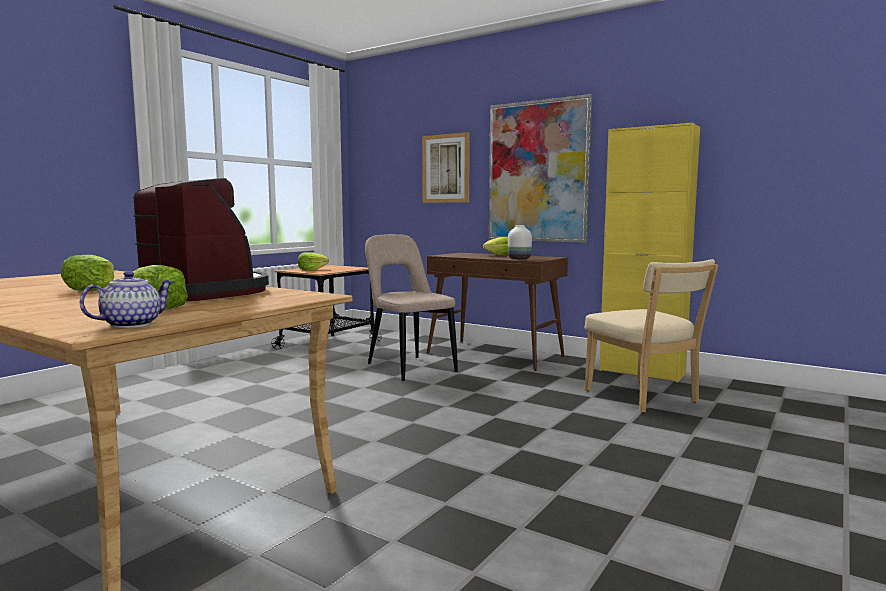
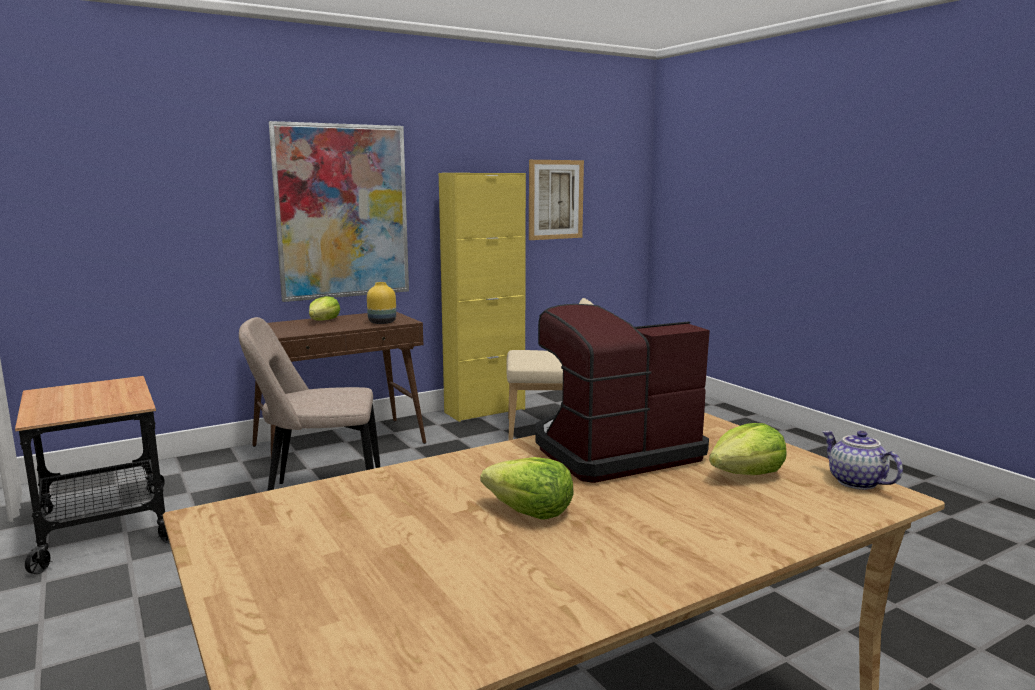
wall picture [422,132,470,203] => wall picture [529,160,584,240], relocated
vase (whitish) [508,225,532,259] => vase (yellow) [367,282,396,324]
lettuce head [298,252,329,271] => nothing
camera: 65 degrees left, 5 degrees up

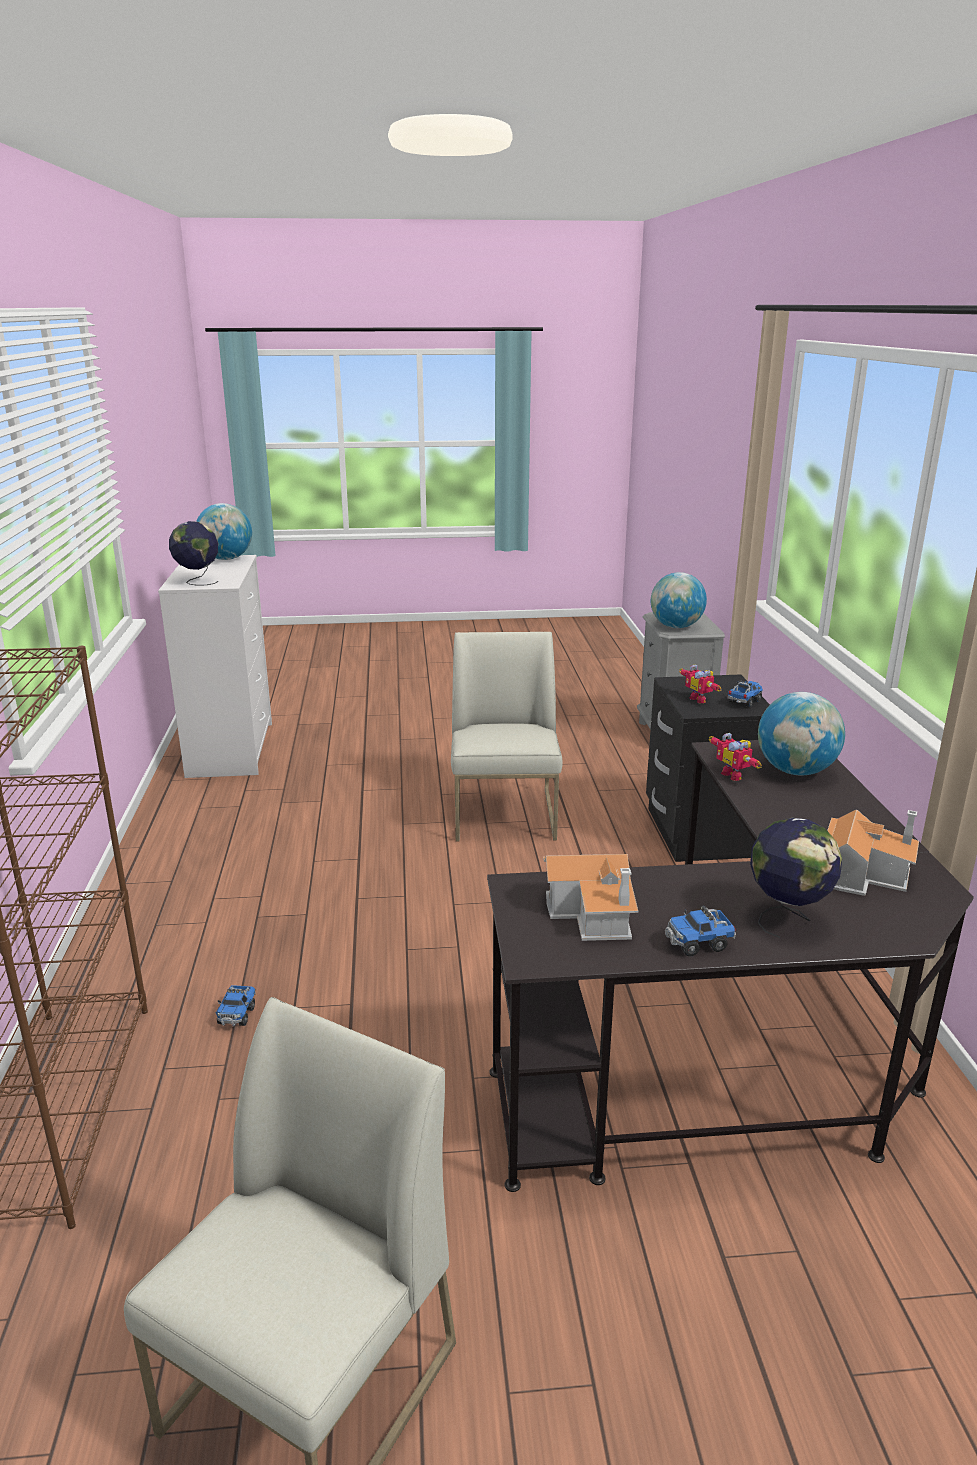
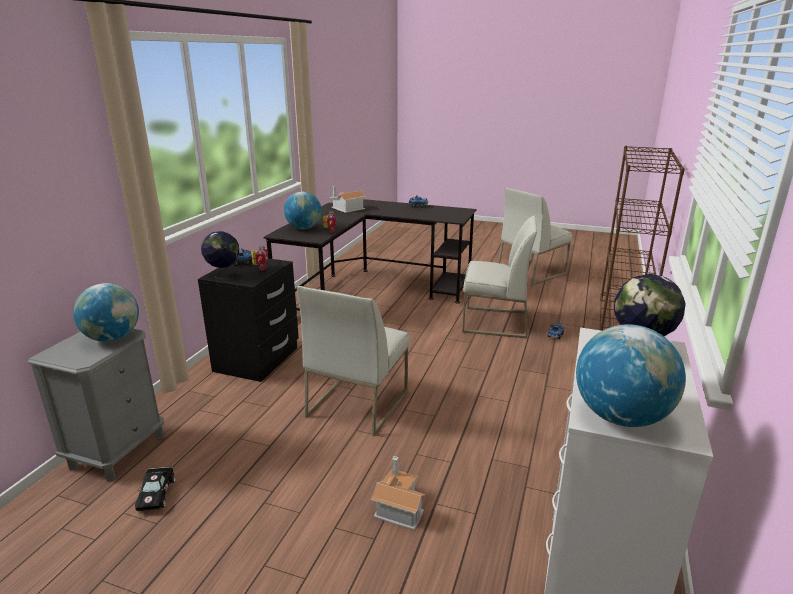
world globe [750,817,842,938] => world globe [201,231,240,279], relocated
toy house [543,854,638,941] => toy house [371,456,425,530], relocated
nothing => plain chair (whitish) [462,216,537,338]
nothing => miniature car (blackish) [135,467,176,511]
camera: 155 degrees left, 0 degrees up

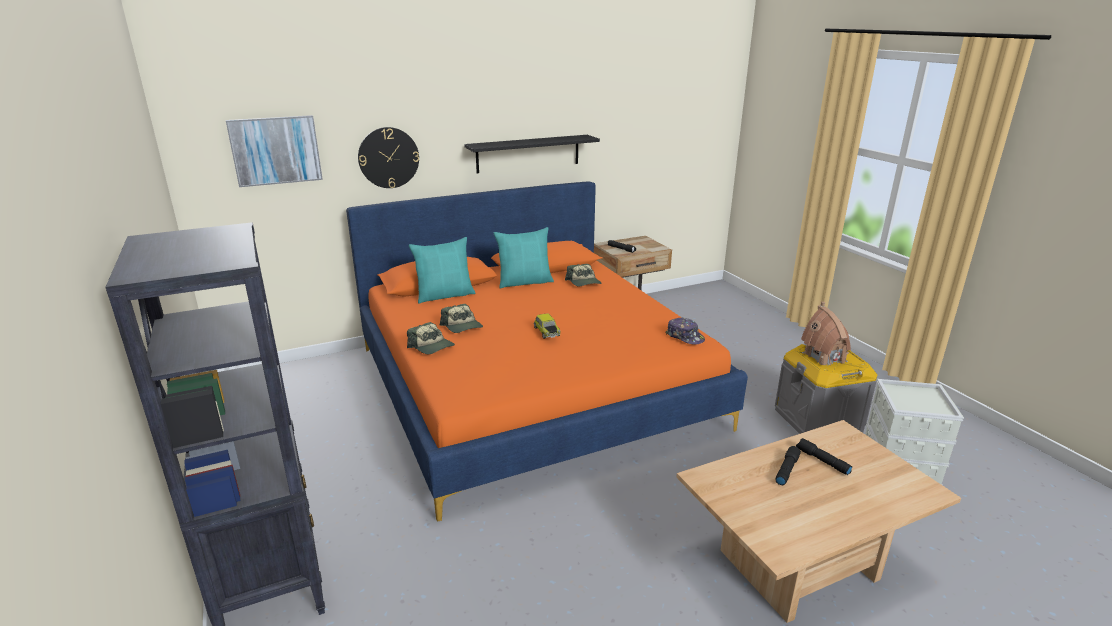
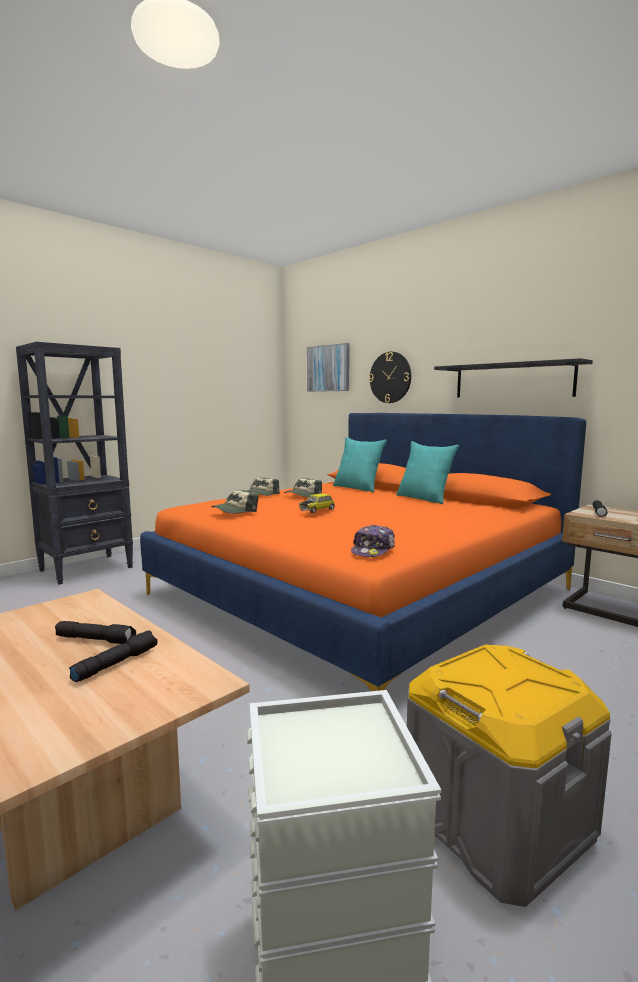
baseball cap [565,264,602,286] => baseball cap [211,490,259,513], relocated
toy house [801,301,851,366] => nothing
camera: 70 degrees right, 15 degrees down

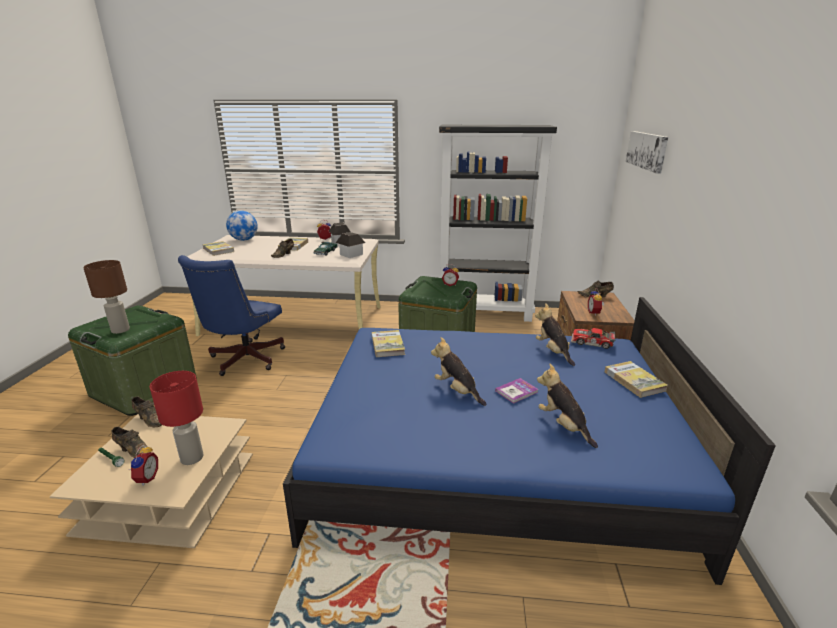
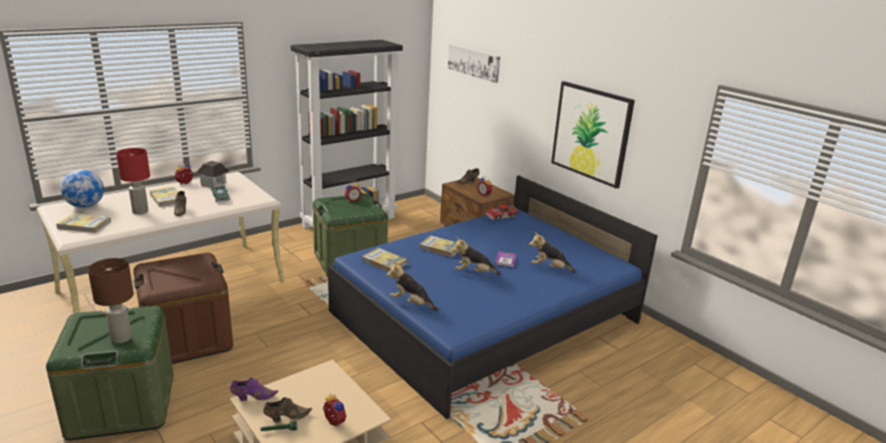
toy house [336,232,365,258] => nothing
office chair (blue) [178,255,285,376] => storage bin (brown-coloured) [133,253,233,364]
plush toy [535,303,575,366] => plush toy [387,261,439,311], relocated
bound book [605,361,668,398] => bound book [420,235,457,257], relocated
lamp for a table (reddish) [150,371,204,465] => lamp for a table (reddish) [116,148,150,214], relocated
low shoe (brown-coloured) [131,396,162,427] => low shoe (purplish) [230,378,278,401]
nothing => wall picture [551,81,635,189]
camera: 45 degrees left, 0 degrees up

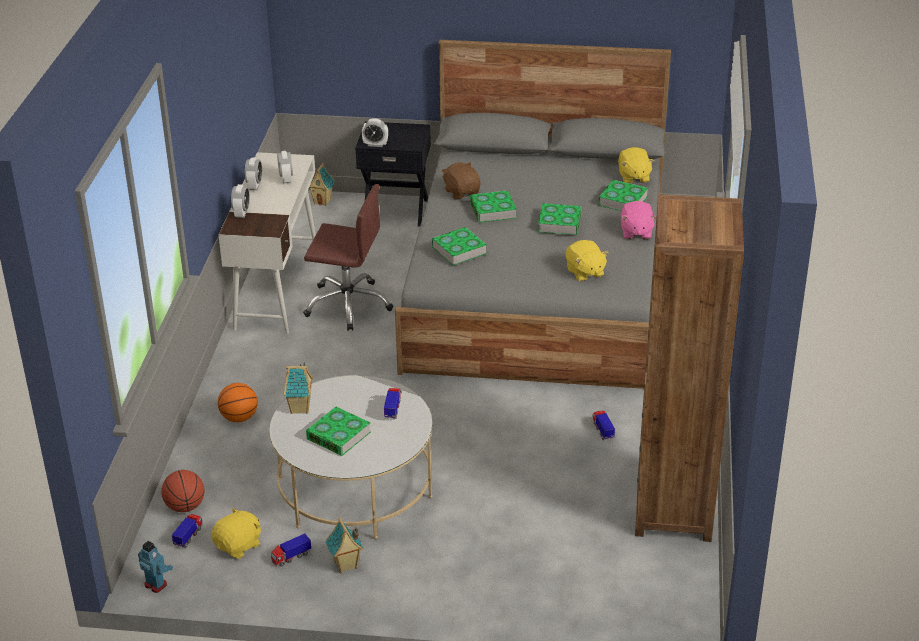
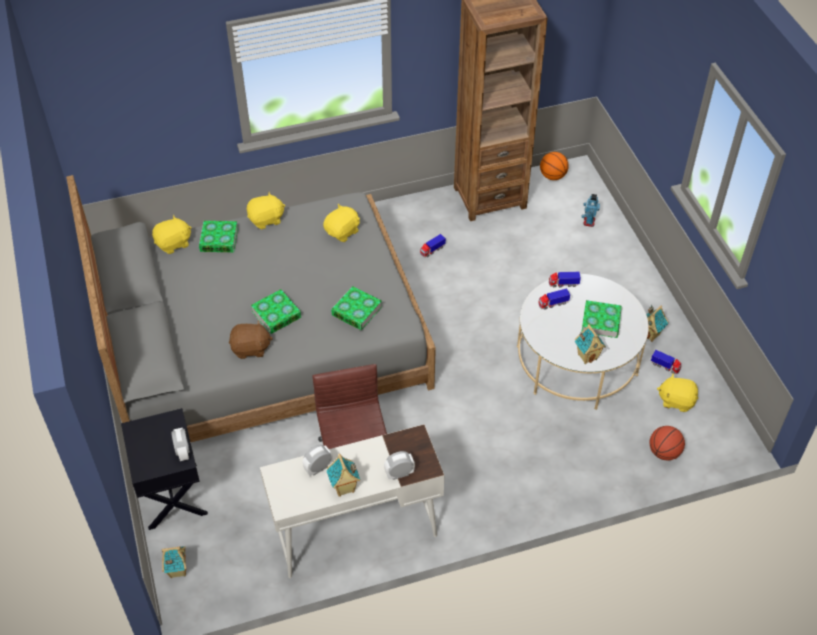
alarm clock [245,158,262,190] => toy house [326,453,360,497]
plush toy (brown-coloured) [441,162,481,200] => plush toy (brown-coloured) [229,320,273,359], 135 degrees counterclockwise
plush toy (pink-coloured) [621,201,657,239] => plush toy (yellow) [247,192,285,229]
bound book [538,203,581,235] => nothing
basketball ball [218,383,258,422] => basketball ball [540,152,569,180], relocated
toy lorry [172,514,203,548] => toy lorry [549,272,581,288], relocated
model robot [138,541,173,593] => model robot [581,194,600,227], relocated
camera: 115 degrees left, 15 degrees up

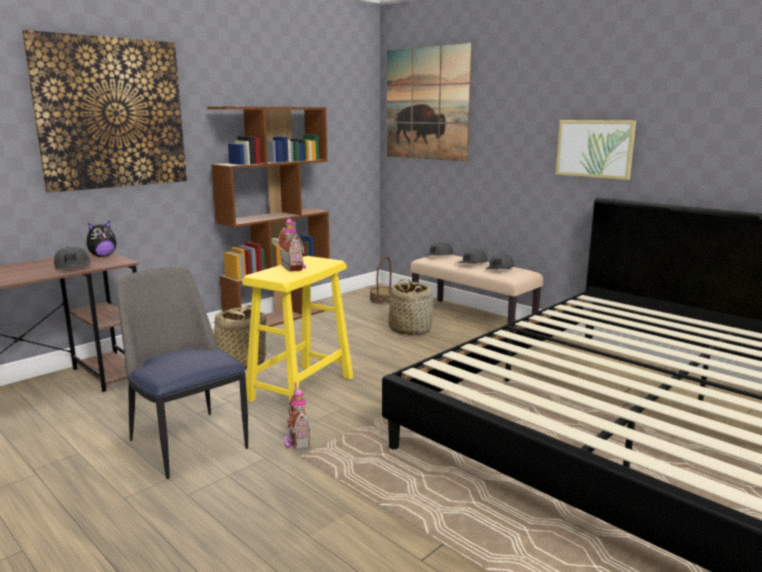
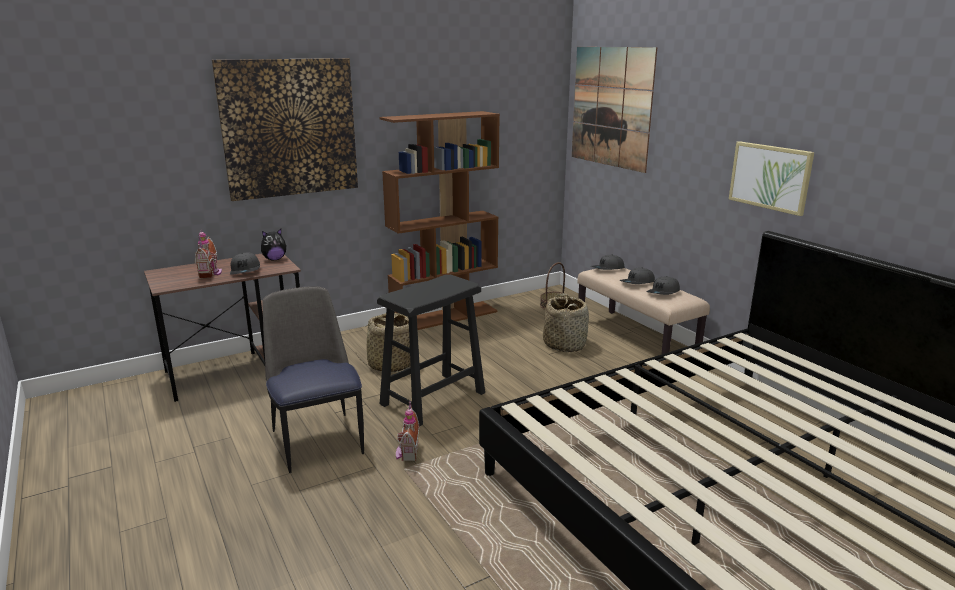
toy house [278,217,306,272] => toy house [195,229,222,278], relocated
sitting stool (yellow) [242,256,353,402] => sitting stool (blackish) [377,275,485,426]
camera: 15 degrees right, 5 degrees up

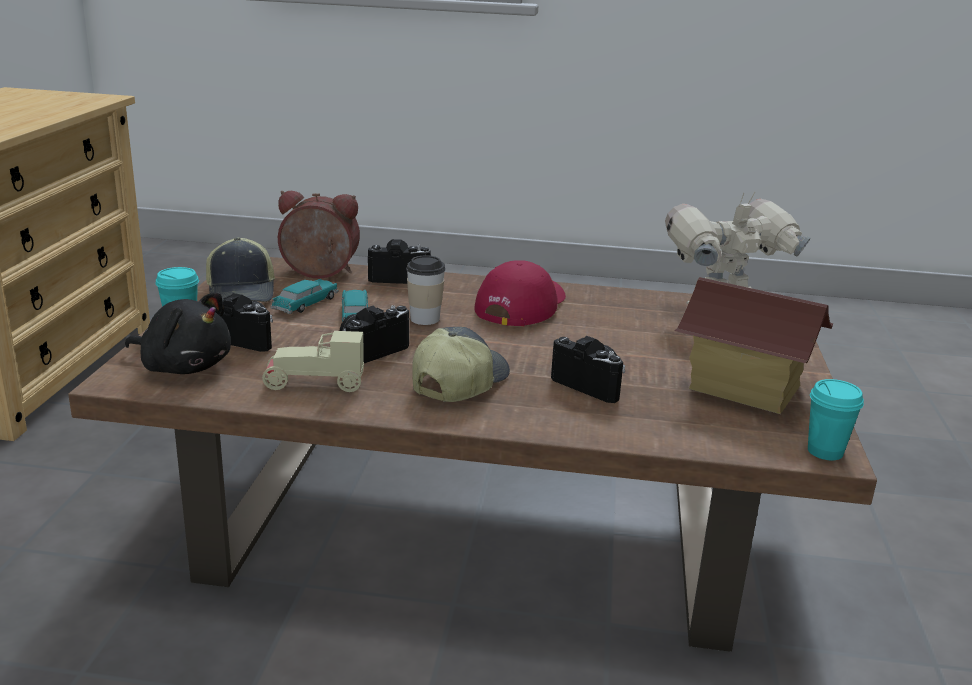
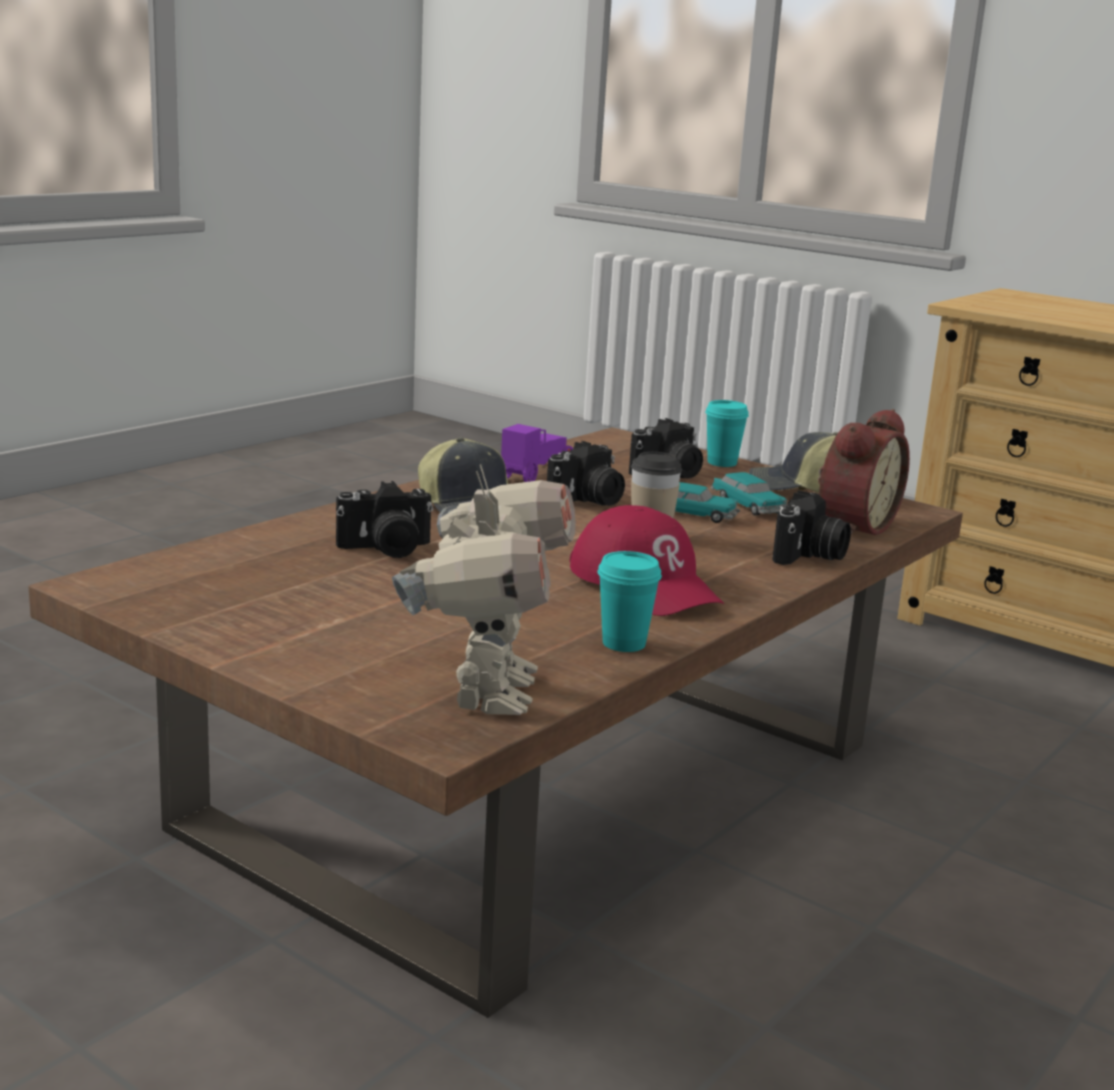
toy house [674,277,833,414] => nothing
plush toy (blackish) [125,292,231,374] => nothing
photo camera [340,305,409,363] => photo camera [547,441,625,506], 60 degrees clockwise
miniature car (beige) [262,331,364,392] => miniature car (purplish) [501,424,573,482]
small cup (turquoise) [808,379,864,460] => small cup (turquoise) [597,551,662,652], relocated
camera: 120 degrees right, 5 degrees down

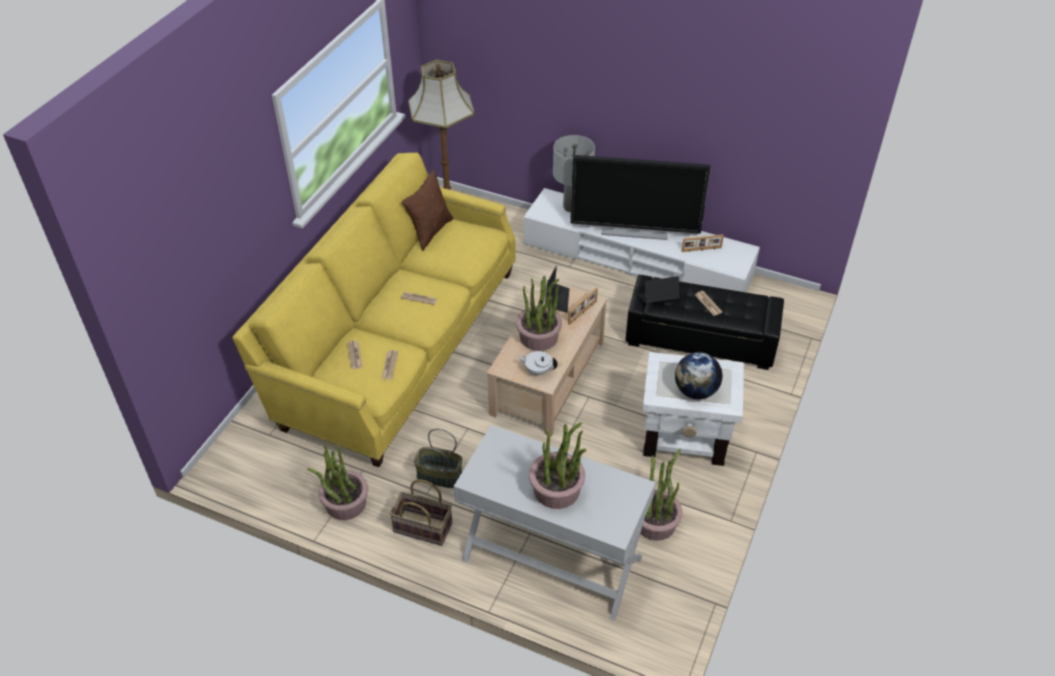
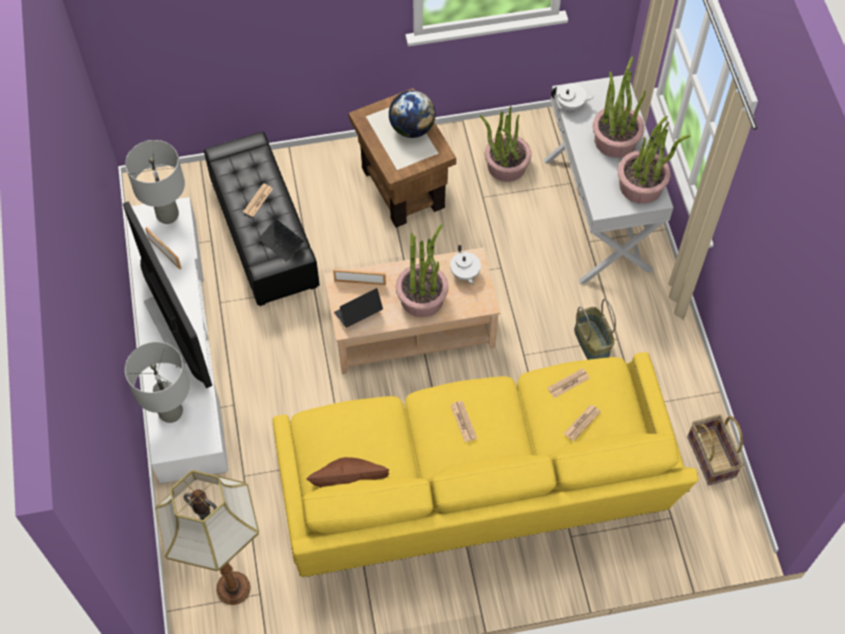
end table (whitish) [643,352,744,466] => end table (brown-coloured) [349,88,456,228]
houseplant [307,444,368,520] => houseplant [618,116,691,204], relocated
storage basket [390,479,452,546] => storage basket [687,414,744,485], relocated
nothing => pot for tea (whitish) [551,84,595,111]
nothing => lamp for a table (greyish) [125,140,185,224]
camera: 125 degrees left, 15 degrees up

